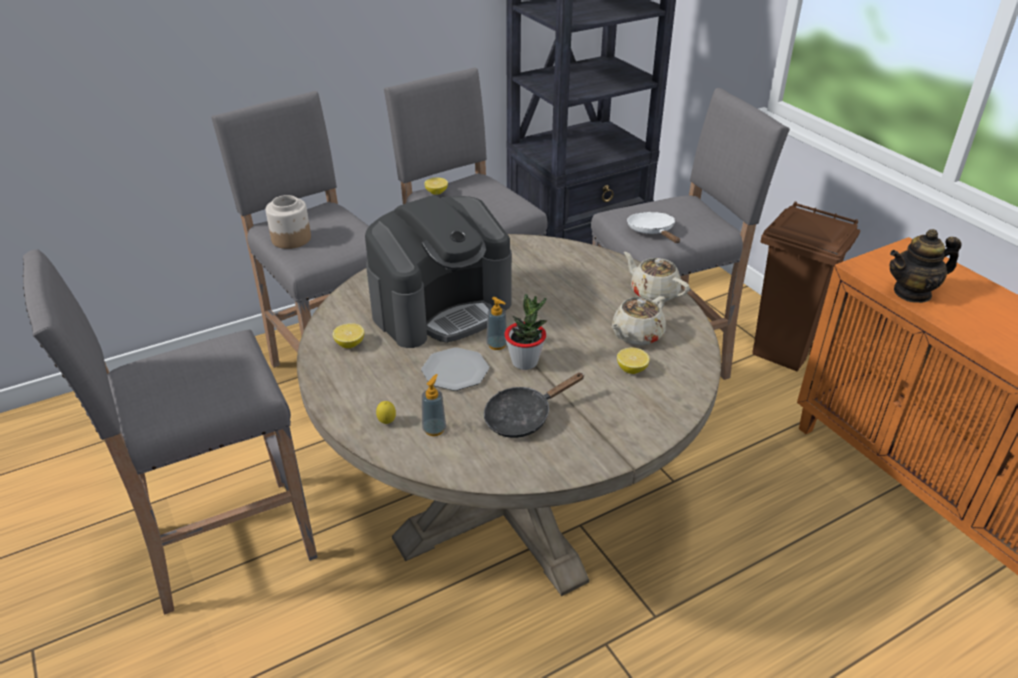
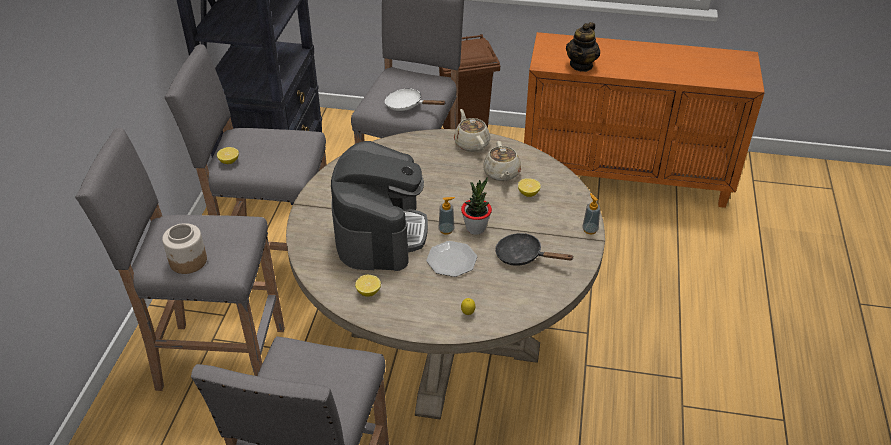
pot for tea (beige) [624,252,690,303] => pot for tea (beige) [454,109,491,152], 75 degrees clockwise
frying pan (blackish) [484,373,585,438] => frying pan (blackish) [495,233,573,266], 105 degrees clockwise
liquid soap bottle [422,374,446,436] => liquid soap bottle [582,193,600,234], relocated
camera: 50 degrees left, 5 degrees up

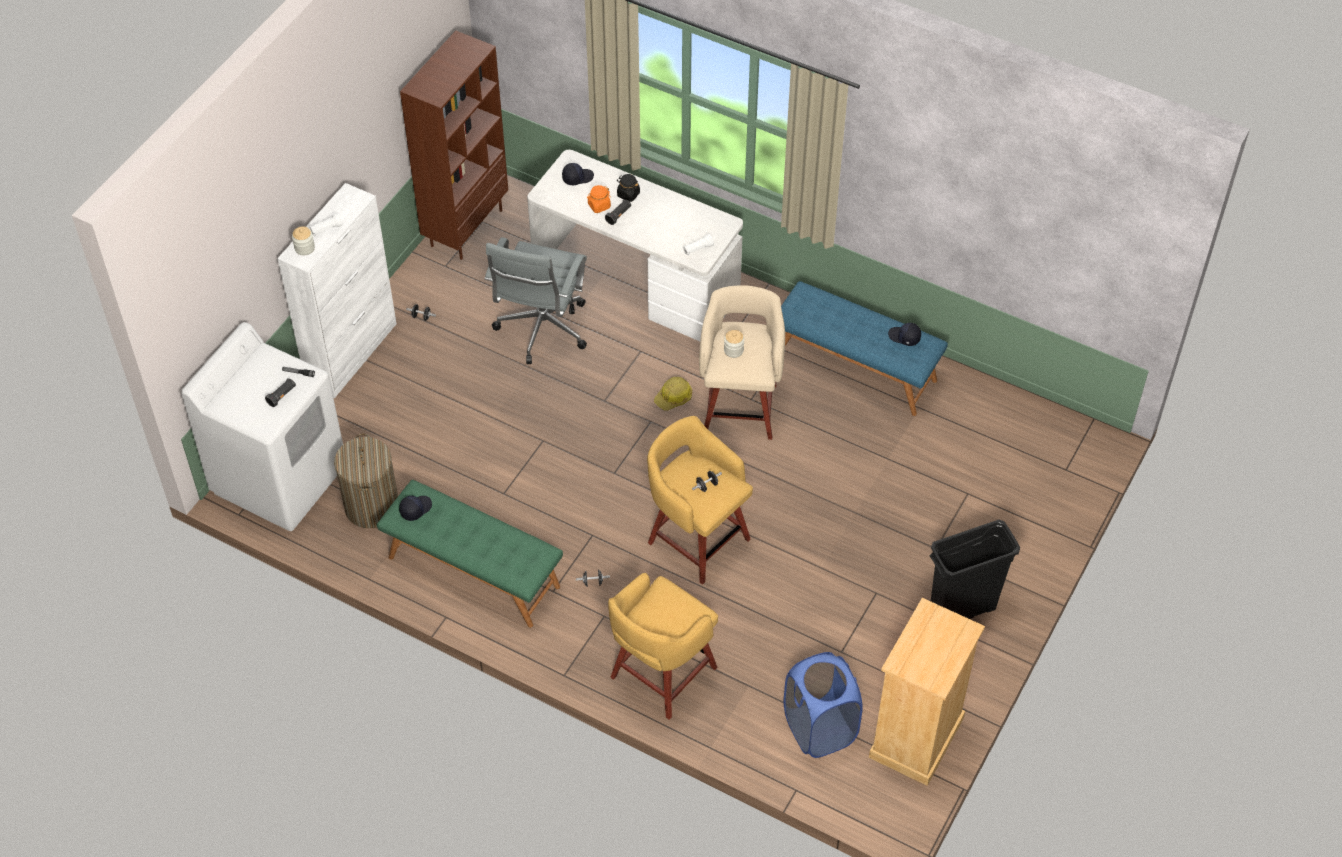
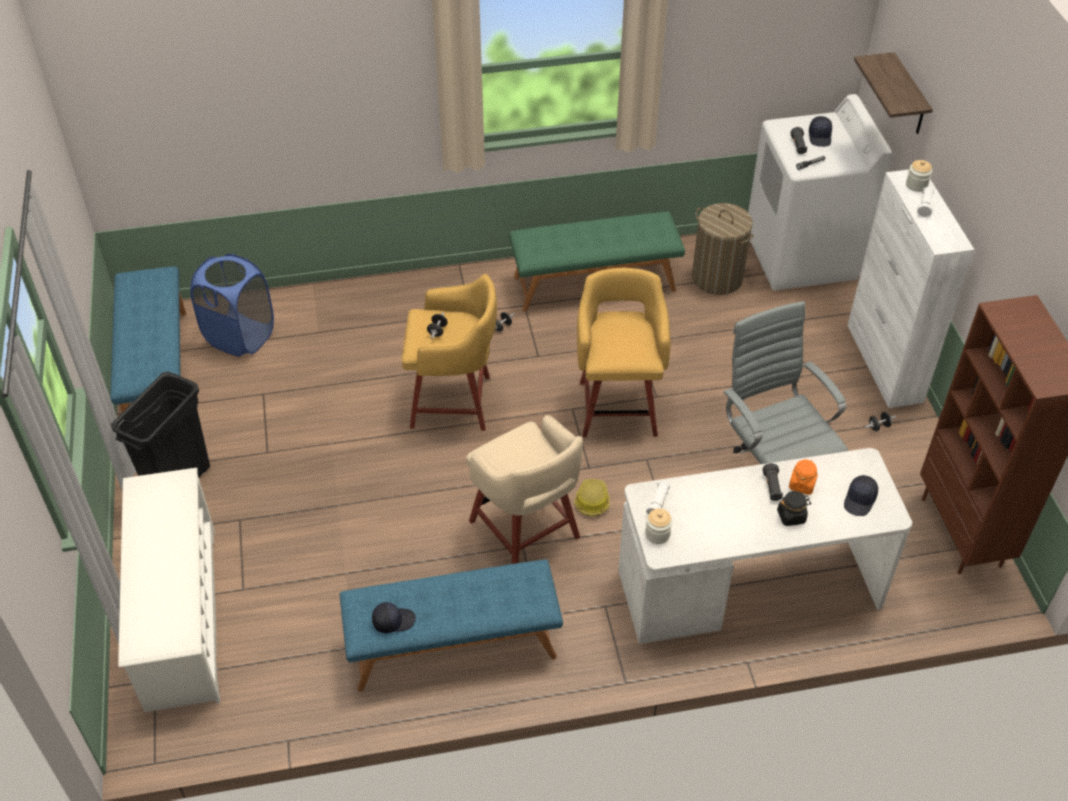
jar [724,330,744,358] => jar [645,509,672,544], relocated
baseball cap (blackish) [399,496,432,521] => baseball cap (blackish) [809,116,832,147], relocated
sitting stool (yellow) [608,573,718,720] => sitting stool (yellow) [577,268,671,437], relocated
chest of drawers (beige) [869,598,985,786] => bench (blue) [110,266,186,413]
nothing => wall shelf [854,52,933,134]
nothing => shoe rack (whitish) [118,468,220,712]
camera: 140 degrees right, 5 degrees down

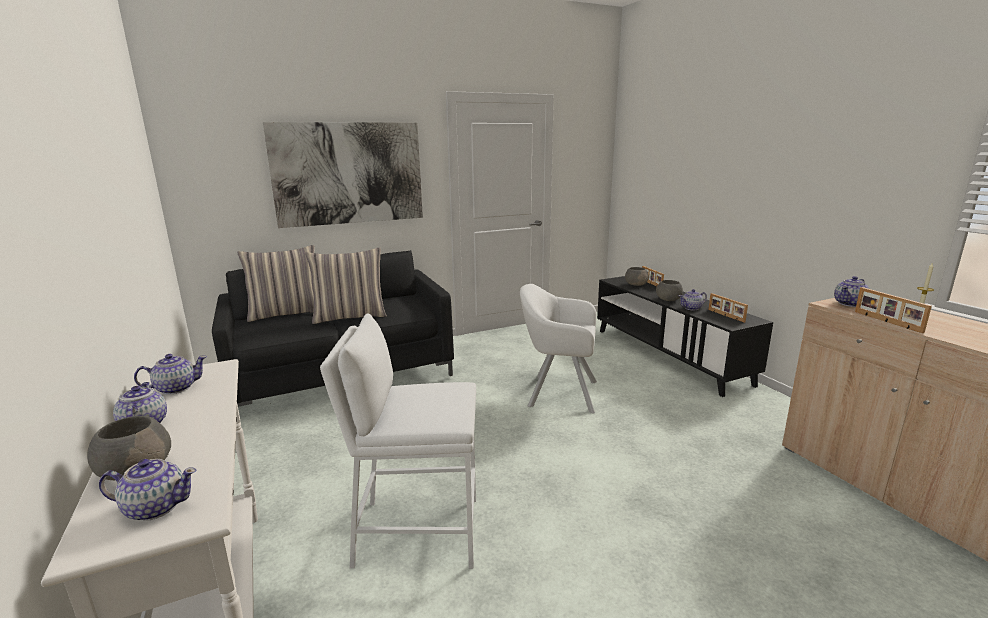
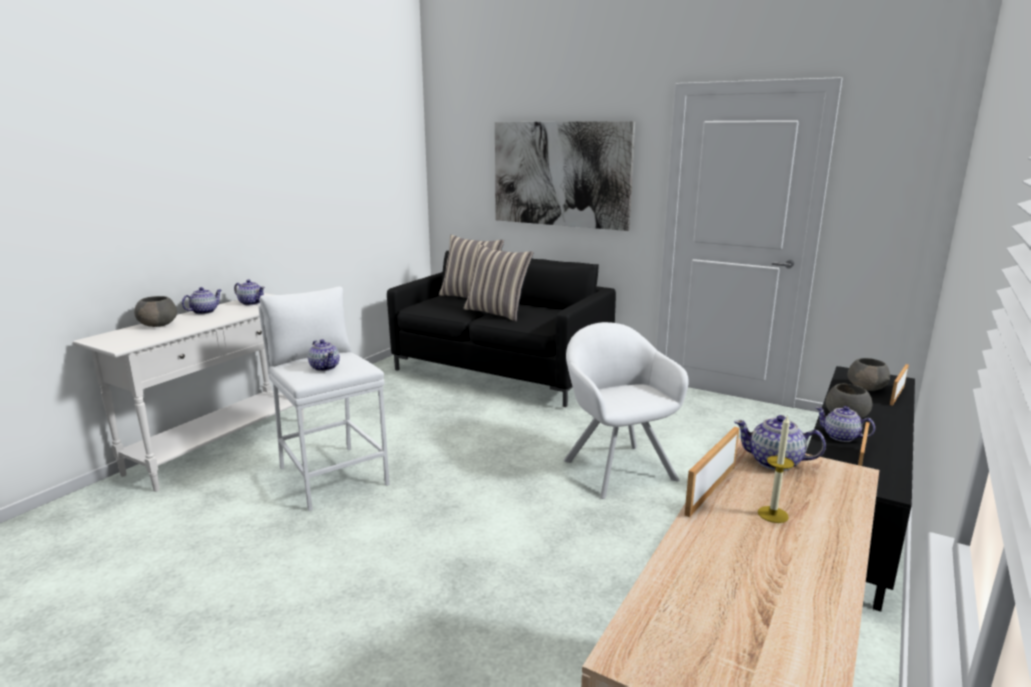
pot for tea [99,459,196,521] => pot for tea [308,339,340,371], relocated
camera: 55 degrees right, 0 degrees up

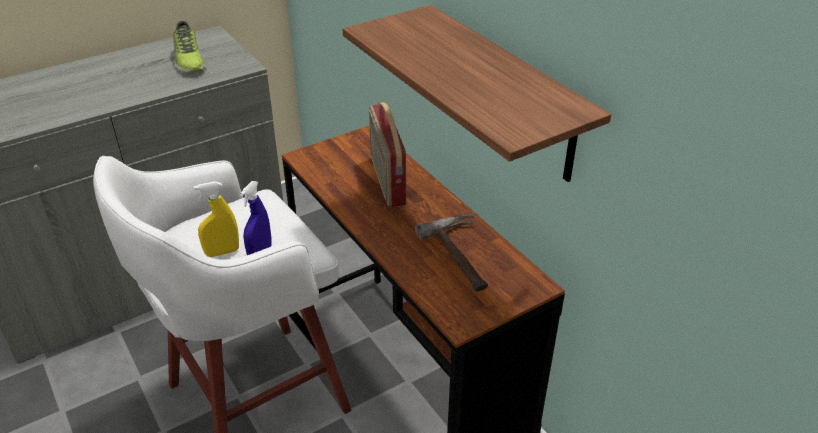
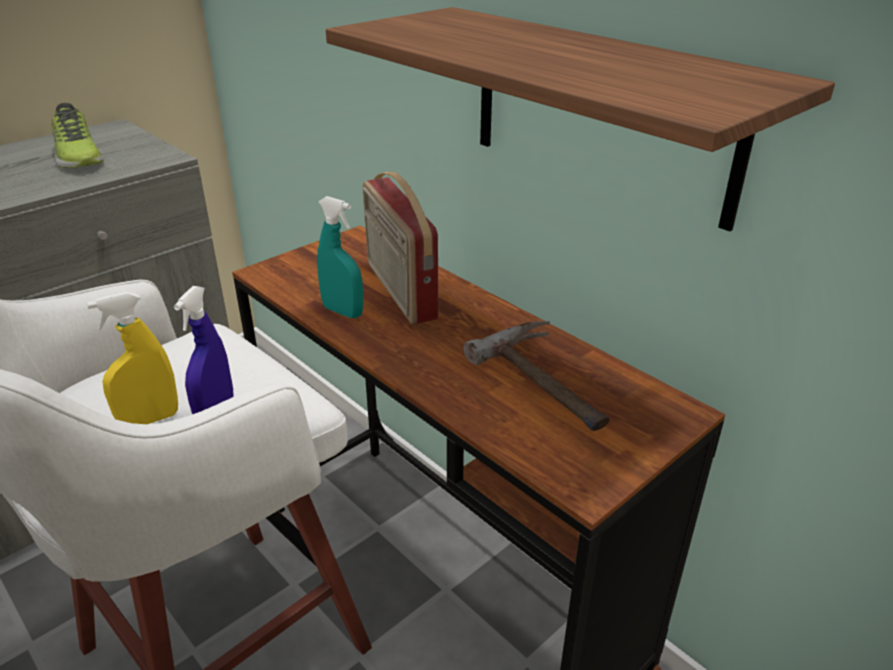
nothing => sprayer (turquoise) [317,196,363,318]
camera: 10 degrees left, 5 degrees down

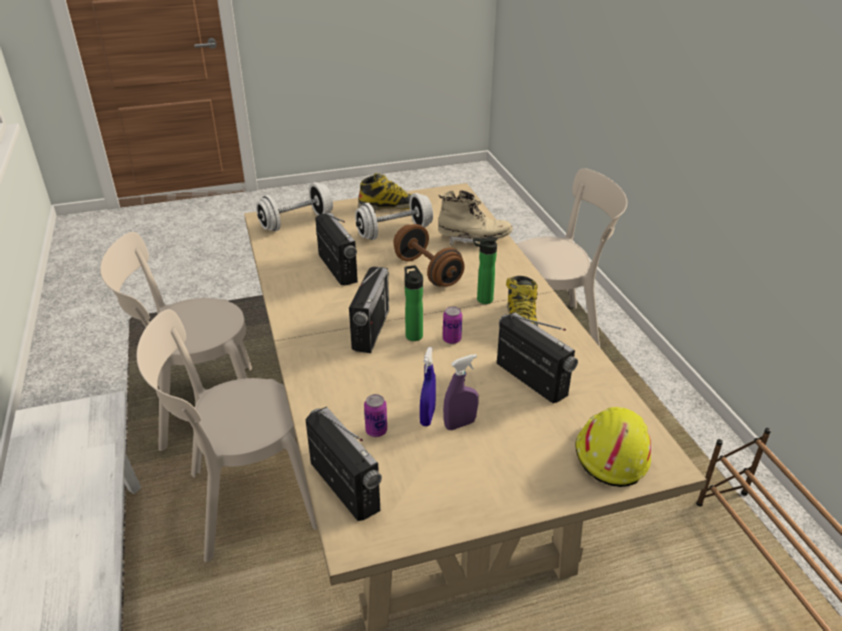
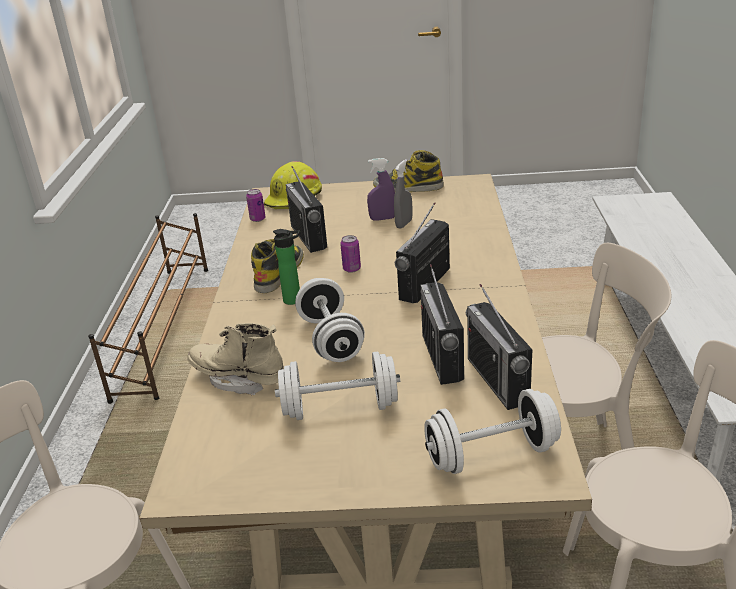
tall boot [358,173,412,210] => tall boot [373,150,444,192], relocated
free weight (brown-coloured) [393,224,465,287] => free weight (whitish) [295,278,365,362]
drink bottle [405,265,423,341] => nothing
sprayer (blue) [420,347,436,426] => sprayer (greyish) [394,159,412,229]
sealed can [364,394,387,437] => sealed can [246,189,266,222], relocated
radio [305,407,382,521] => radio [466,284,532,410], relocated
camera: 160 degrees left, 5 degrees down

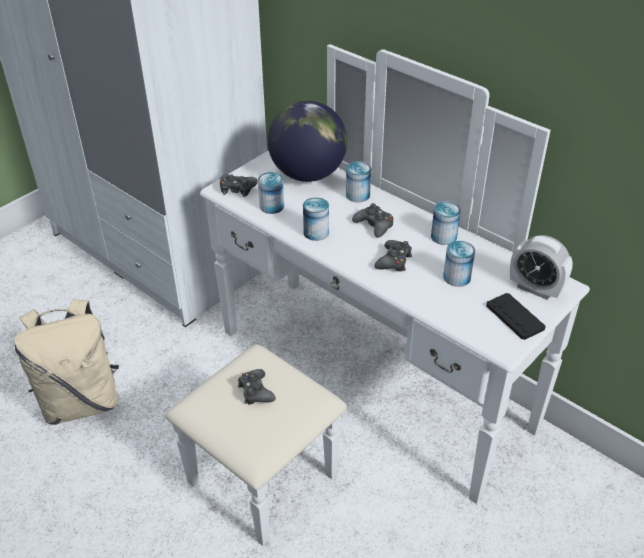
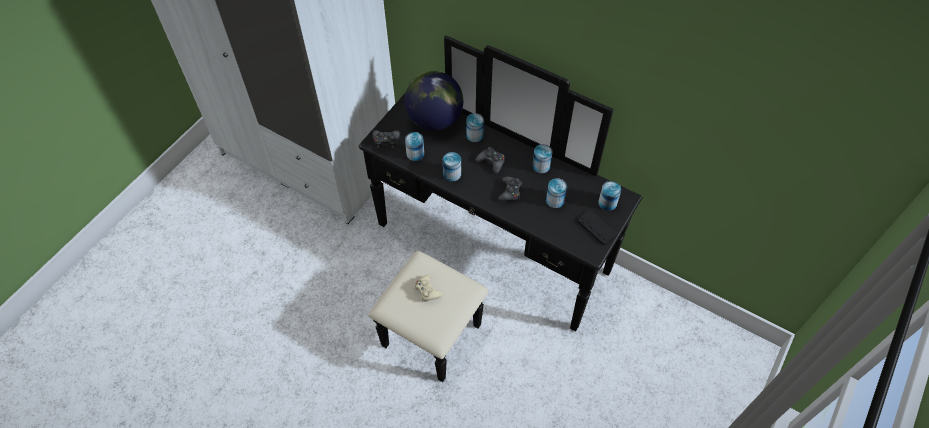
chest of drawers (whitish) [165,44,590,546] => chest of drawers (blackish) [359,35,643,382]
alarm clock [510,235,573,300] => sealed can [598,181,621,211]
backpack (beige) [14,299,119,425] => nothing
joypad (blackish) [238,369,276,405] => joypad (beige) [414,275,442,302]
camera: 10 degrees left, 15 degrees up

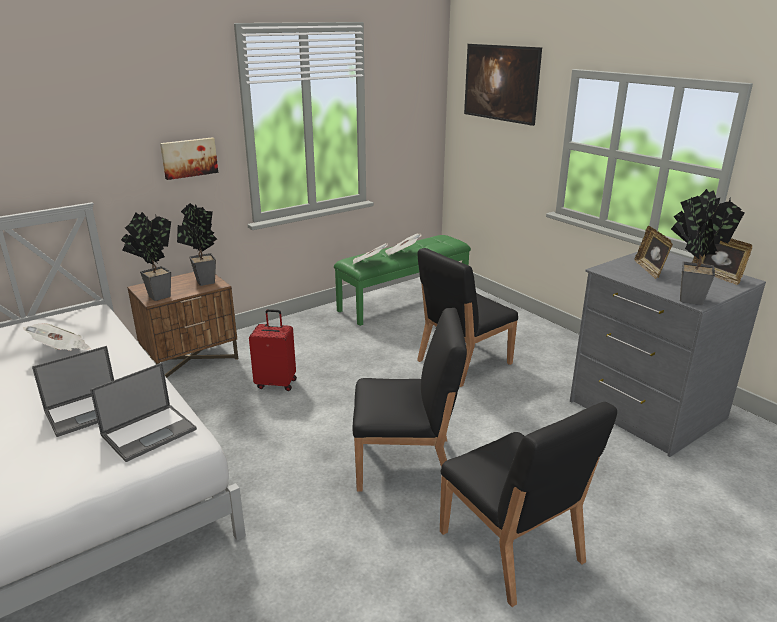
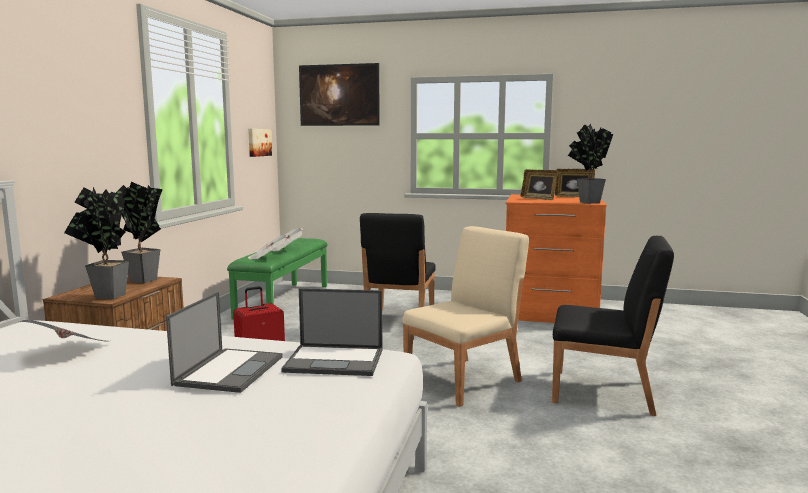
wall picture [160,137,218,180] => wall picture [248,129,272,157], relocated
chest of drawers (greyish) [570,252,766,457] => chest of drawers (orange) [506,194,607,323]
plain chair (blackish) [353,308,467,491] => plain chair (beige) [402,226,529,407]
laptop [90,363,197,462] => laptop [281,288,382,376], 90 degrees clockwise
camera: 40 degrees left, 15 degrees down

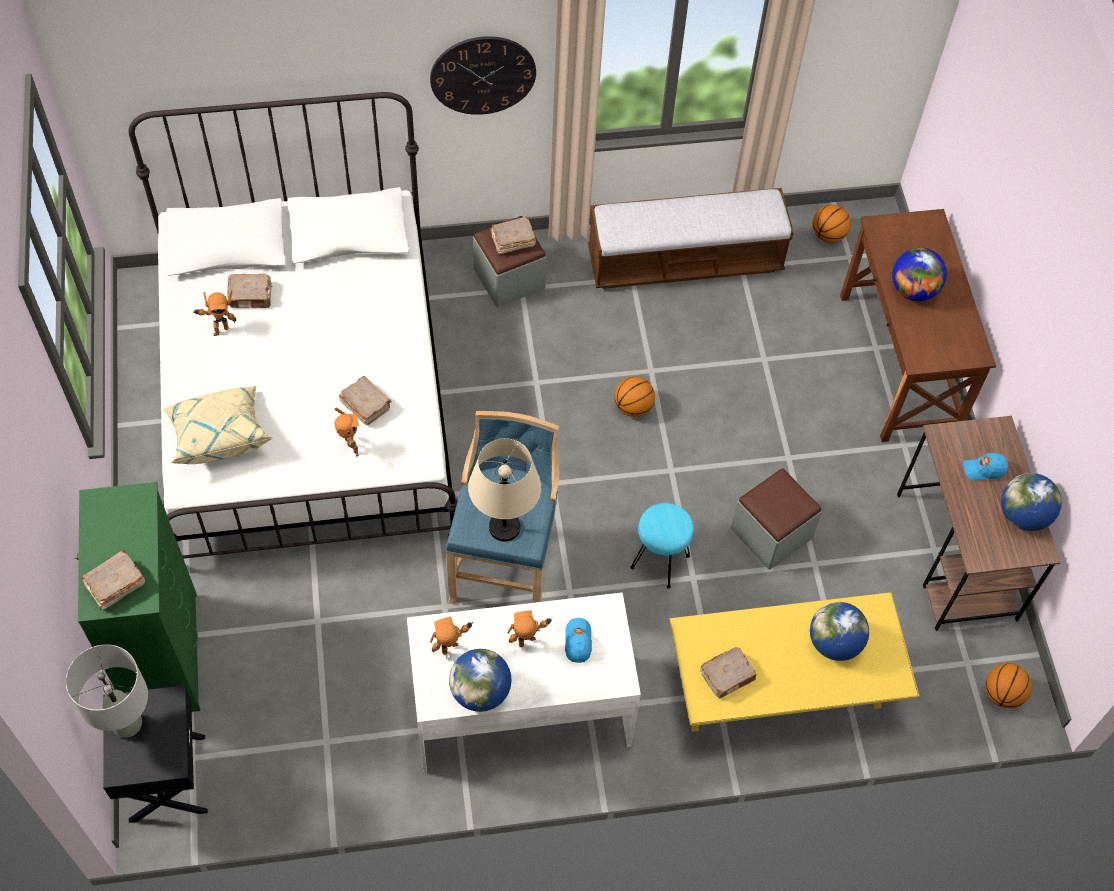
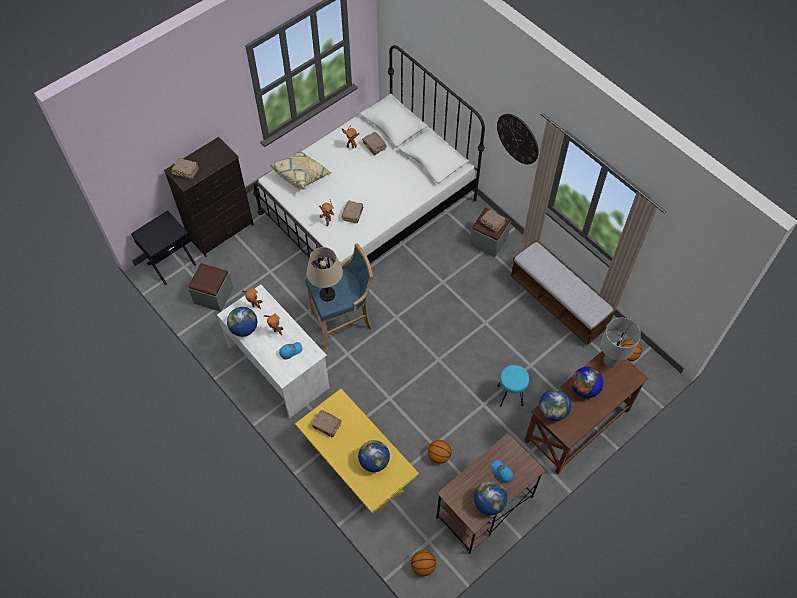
basketball ball [614,376,655,417] => basketball ball [428,440,451,464], relocated
pouffe (greyish) [731,468,822,569] => pouffe (greyish) [188,263,233,312], relocated
chest of drawers (green) [74,482,200,712] => chest of drawers (blackish) [164,137,254,257]
sitting stool (turquoise) [630,503,694,589] => sitting stool (turquoise) [498,365,529,407], relocated
lamp for a table (greyish) [66,644,148,738] => lamp for a table (greyish) [601,318,641,368], relocated
nothing => world globe [539,389,571,421]
camera: 60 degrees right, 0 degrees up

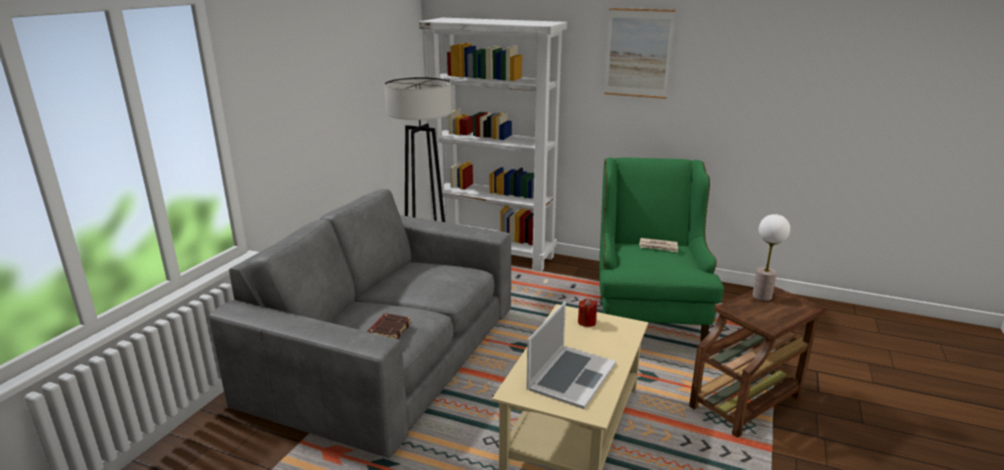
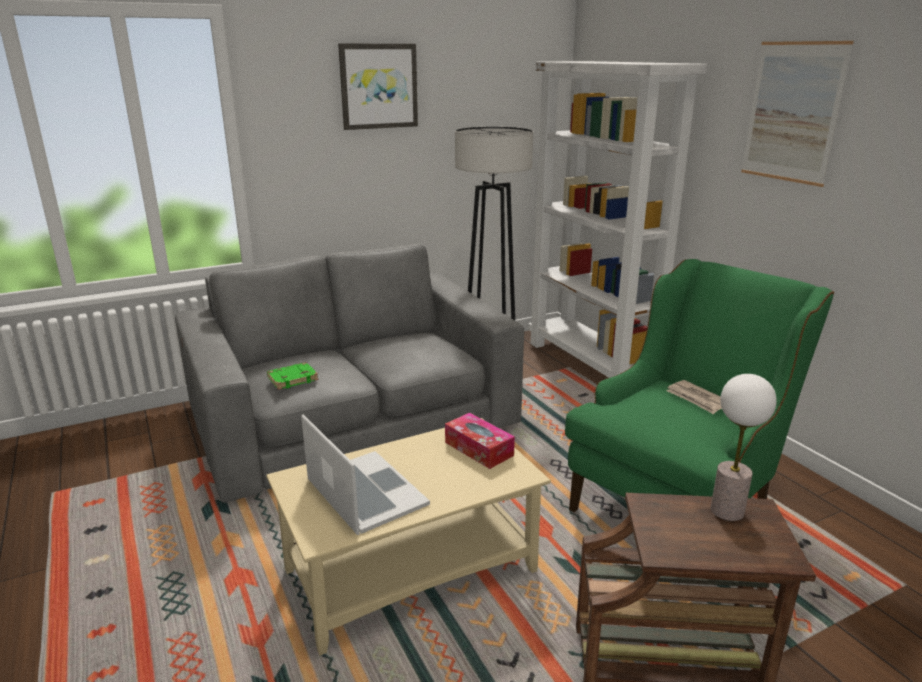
wax light (reddish) [578,298,598,327] => tissue holder [445,413,515,469]
laptop [526,301,616,409] => laptop [301,414,430,535], 105 degrees counterclockwise
bound book (brown-coloured) [367,313,411,339] => bound book (green) [267,362,319,390]
nothing => wall picture [338,43,418,130]
camera: 40 degrees right, 0 degrees up

